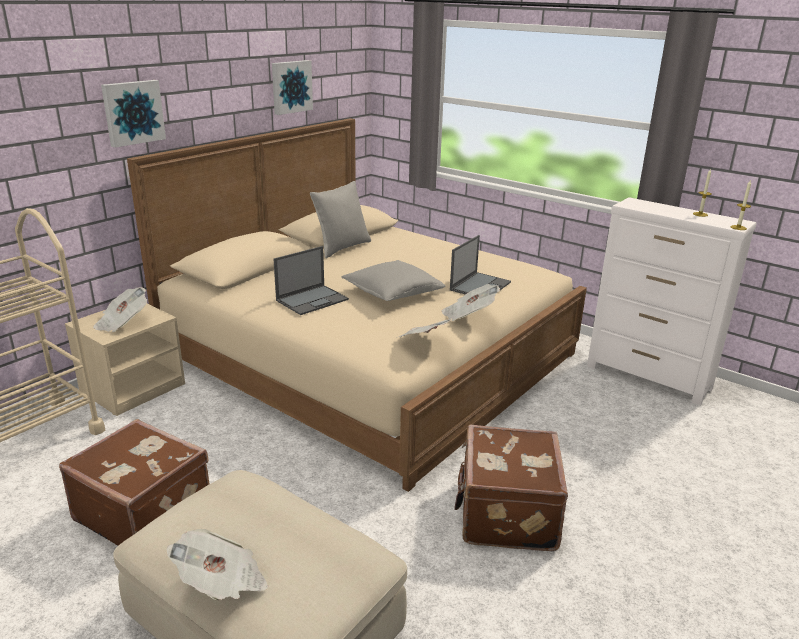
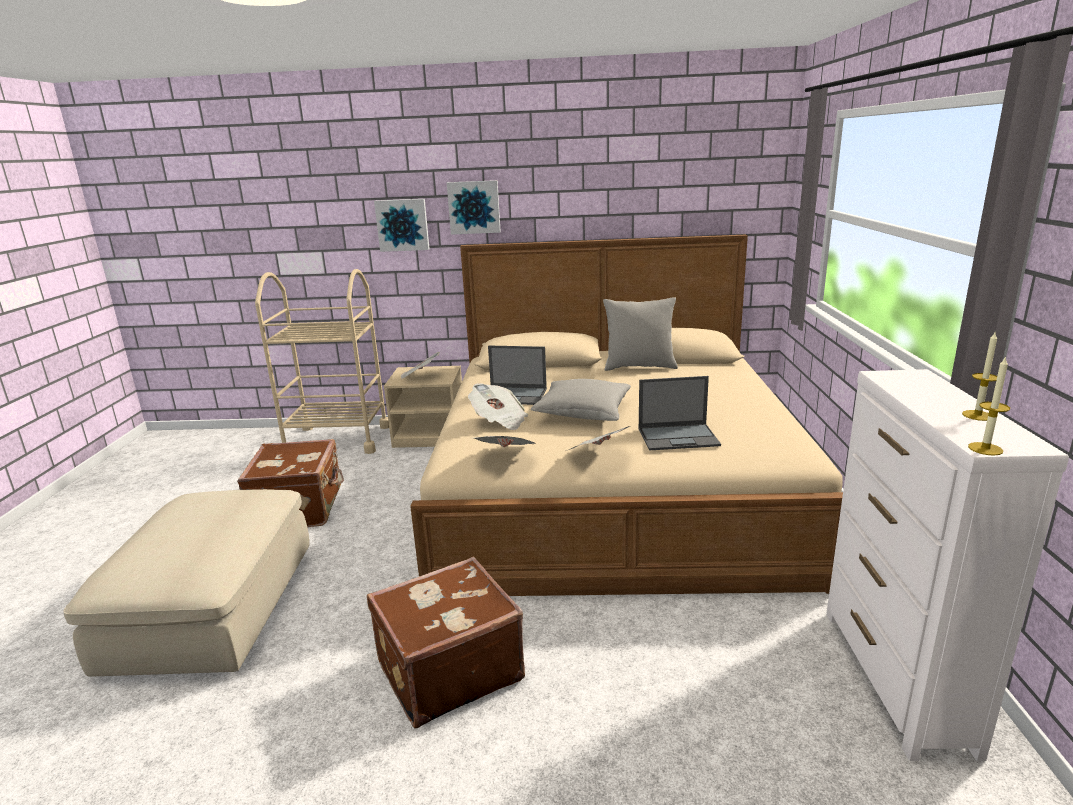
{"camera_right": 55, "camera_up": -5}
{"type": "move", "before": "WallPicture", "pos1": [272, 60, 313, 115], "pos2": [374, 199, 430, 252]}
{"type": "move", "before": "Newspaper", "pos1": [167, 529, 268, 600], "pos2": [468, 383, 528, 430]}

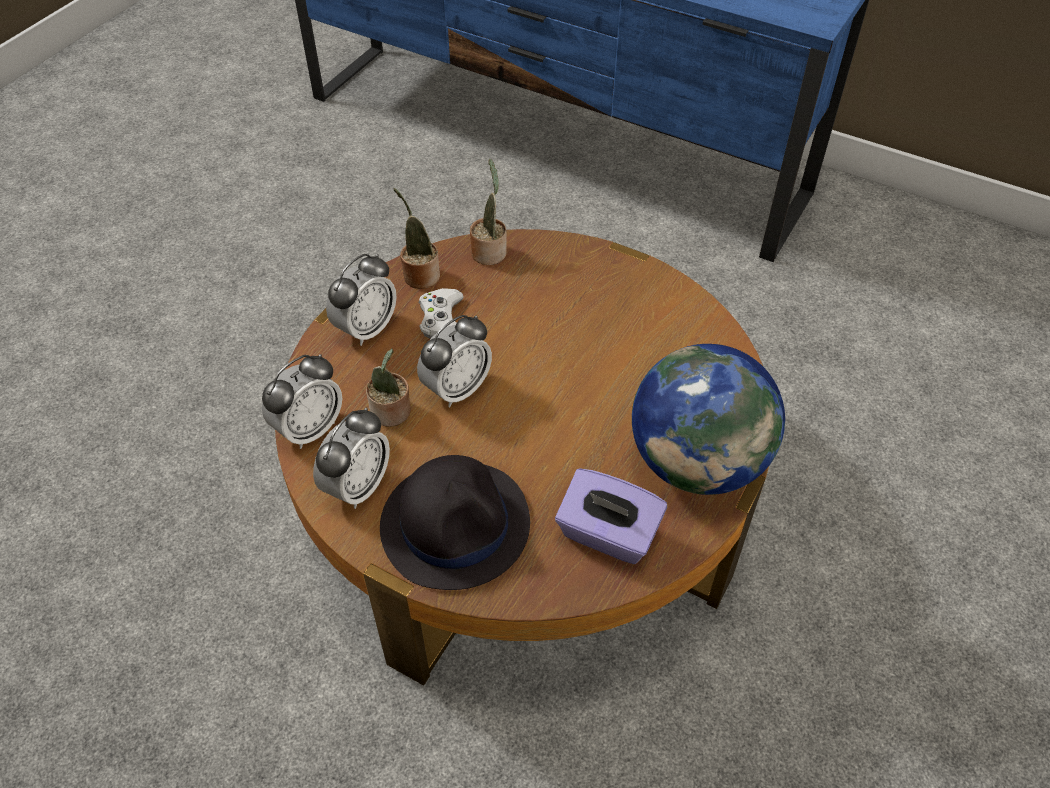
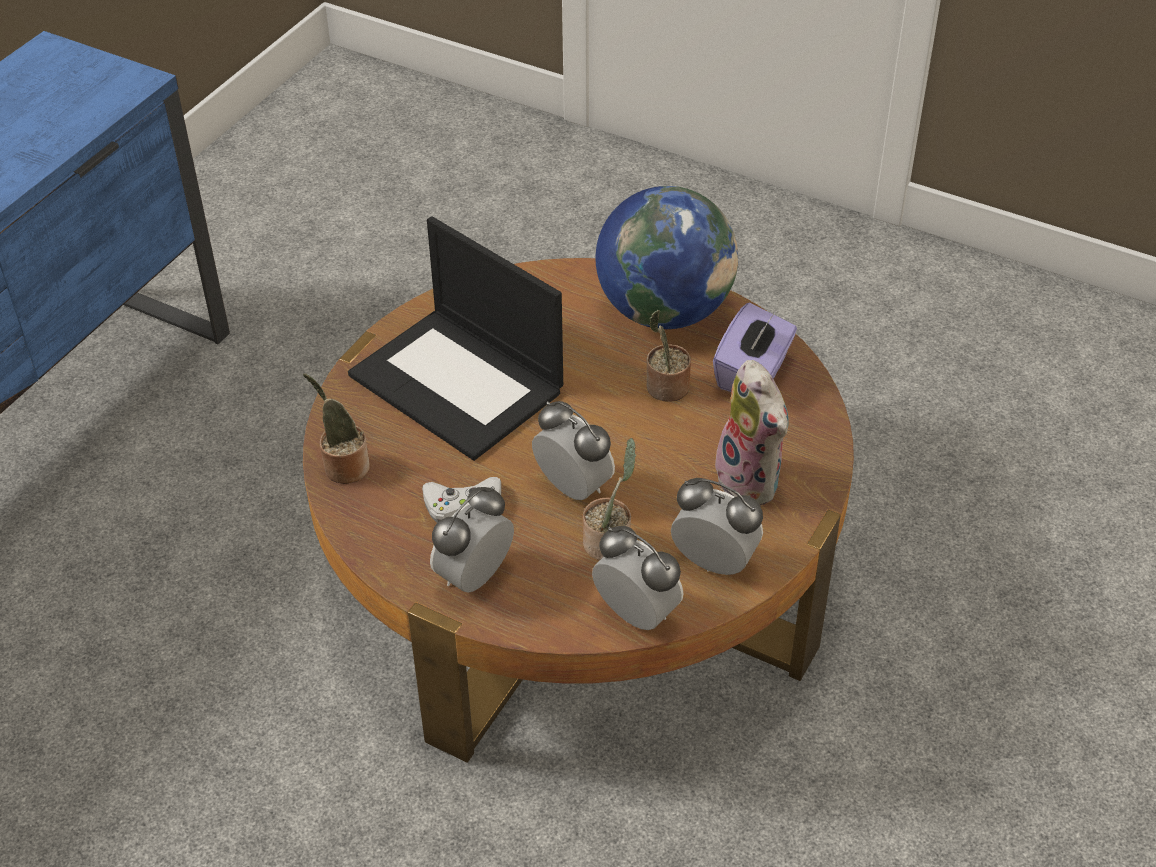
{"camera_right": -90, "camera_up": -5}
{"type": "move", "before": "Houseplant", "pos1": [394, 188, 440, 289], "pos2": [646, 310, 691, 402]}
{"type": "rotate", "before": "BedsideClock", "pos1": [326, 254, 397, 346], "pos2": [430, 486, 514, 593], "turn": -90}
{"type": "replace", "before": "BlackColouredHat", "after": "CuddlyToy", "pos1": [380, 455, 530, 590], "pos2": [709, 360, 789, 505]}
{"type": "insert", "after": "Laptop", "pos2": [348, 216, 563, 461]}

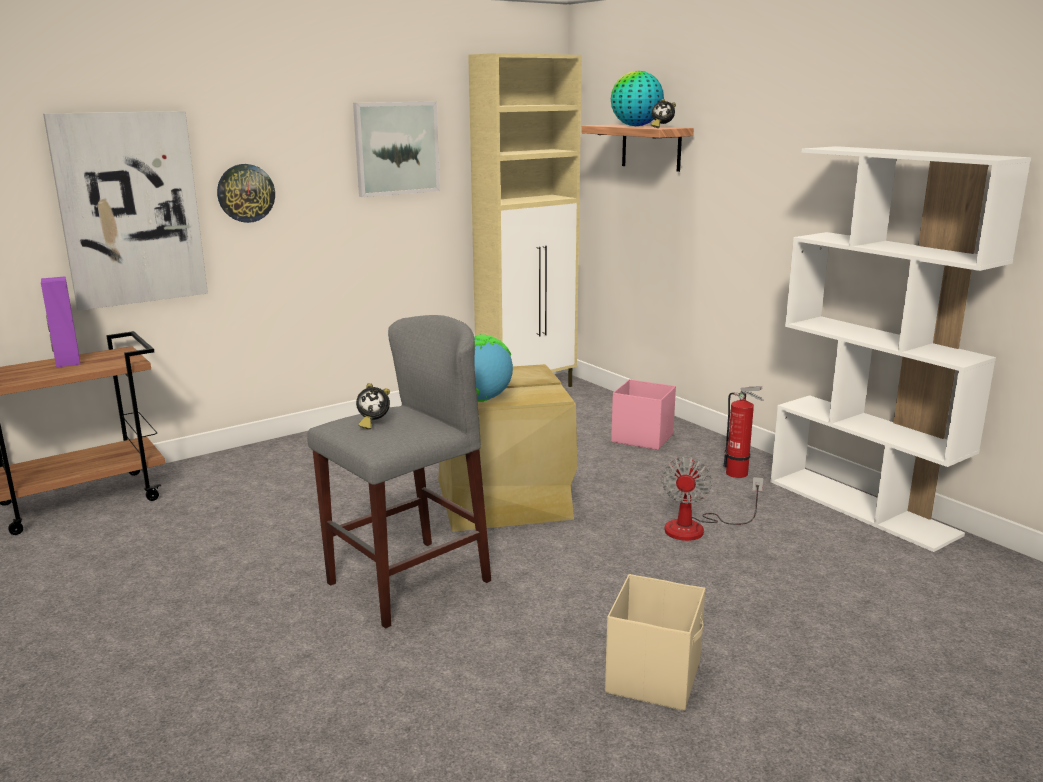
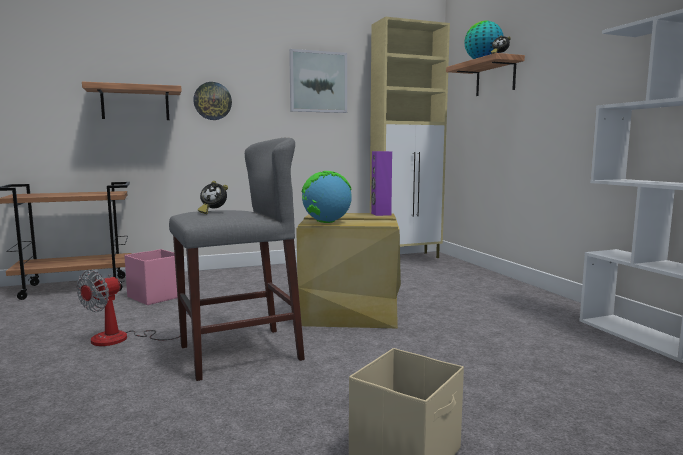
{"camera_right": 15, "camera_up": -10}
{"type": "replace", "before": "WallPicture", "after": "WallShelf", "pos1": [43, 111, 208, 310], "pos2": [82, 82, 182, 120]}
{"type": "move", "before": "PurpleSpeaker", "pos1": [41, 276, 80, 367], "pos2": [371, 151, 392, 216]}
{"type": "move", "before": "PinkishStorageBox", "pos1": [611, 379, 676, 450], "pos2": [124, 249, 178, 305]}
{"type": "delete", "before": "FireFightingCylinder", "pos1": [724, 386, 763, 478]}
{"type": "move", "before": "CoolingFan", "pos1": [661, 456, 763, 541], "pos2": [77, 270, 189, 346]}

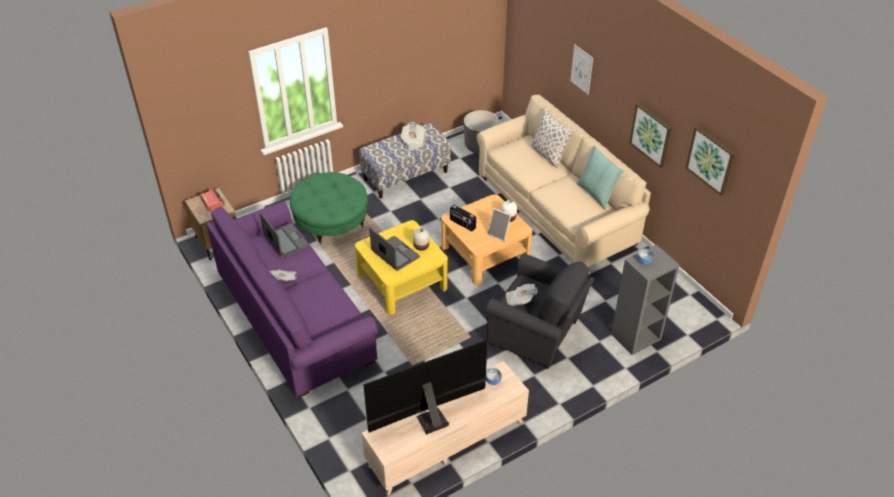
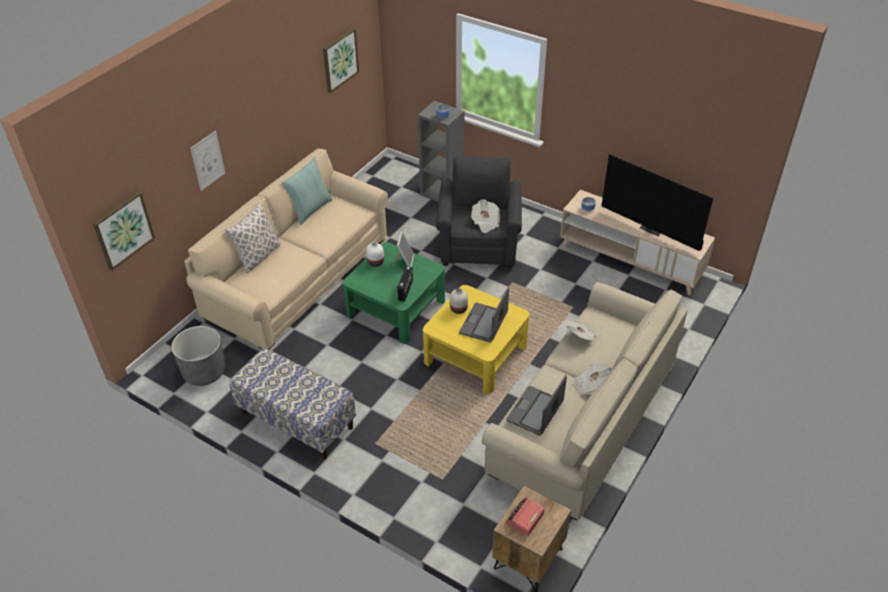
{"camera_right": -115, "camera_up": 0}
{"type": "move", "before": "WallPicture", "pos1": [629, 103, 671, 168], "pos2": [93, 192, 155, 270]}
{"type": "move", "before": "Newspaper", "pos1": [401, 122, 426, 151], "pos2": [563, 319, 598, 341]}
{"type": "delete", "before": "GreenishFootrest", "pos1": [290, 172, 368, 244]}
{"type": "recolor", "before": "BeigeColouredLoungeTable", "after": "GreenishLoungeTable", "pos1": [441, 194, 532, 285], "pos2": [343, 242, 445, 343]}
{"type": "recolor", "before": "PurpleSettee", "after": "BeigeColouredSettee", "pos1": [206, 202, 378, 397], "pos2": [482, 282, 688, 520]}

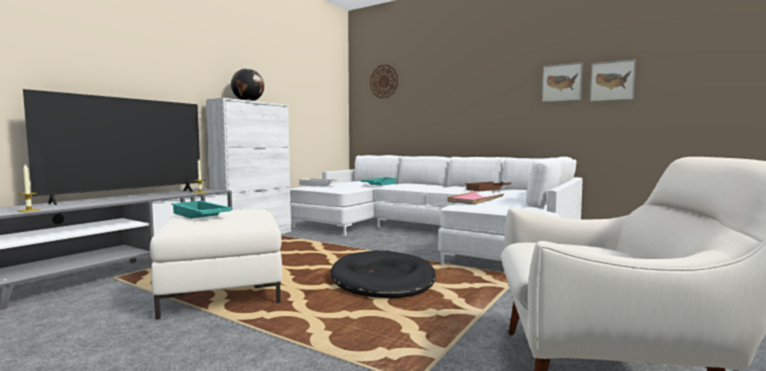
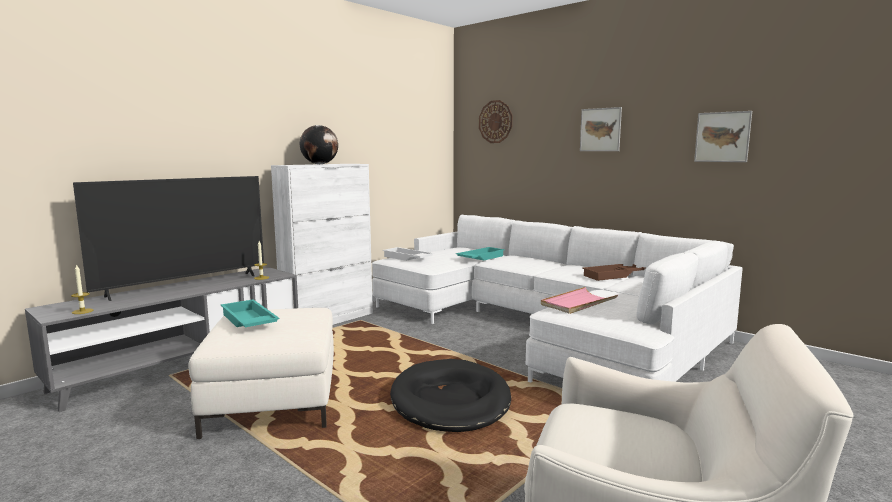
{"camera_right": 10, "camera_up": 5}
{"type": "move", "before": "WallPicture", "pos1": [590, 59, 636, 102], "pos2": [580, 107, 622, 151]}

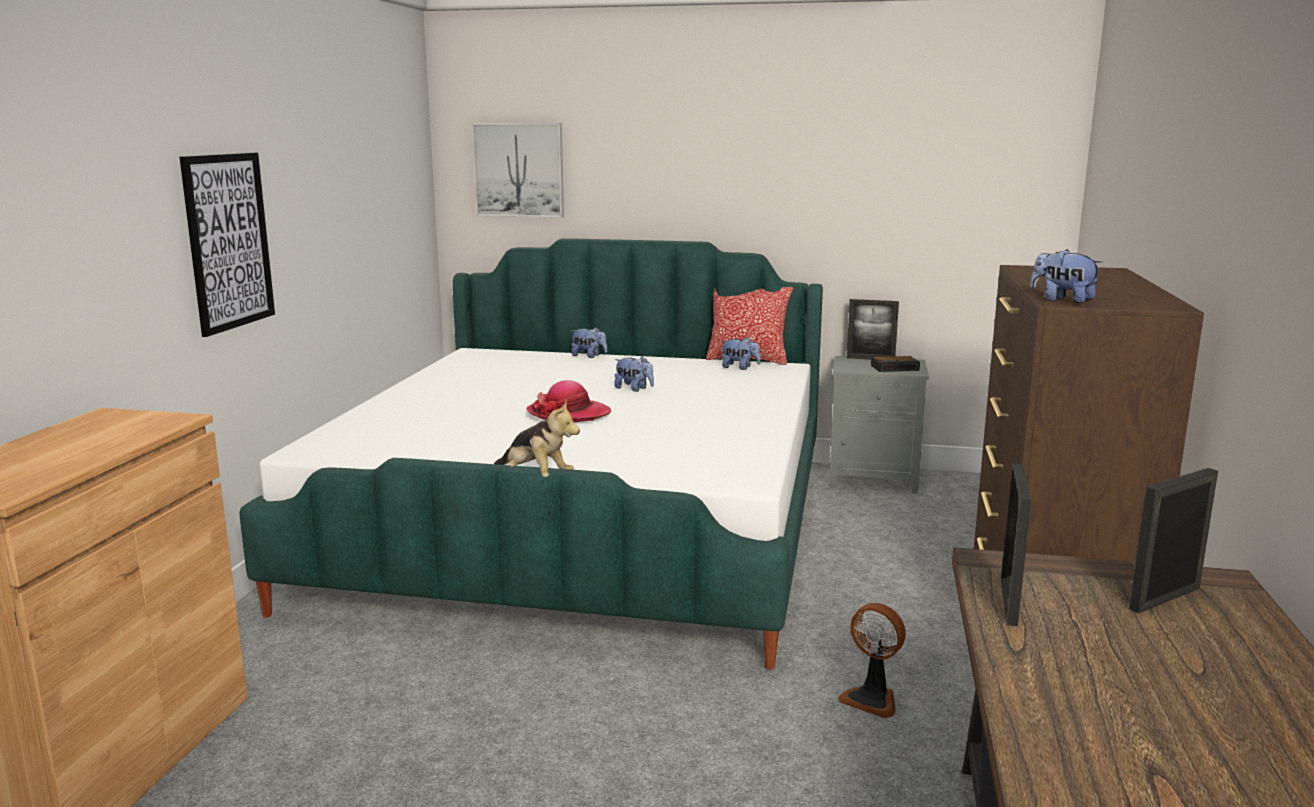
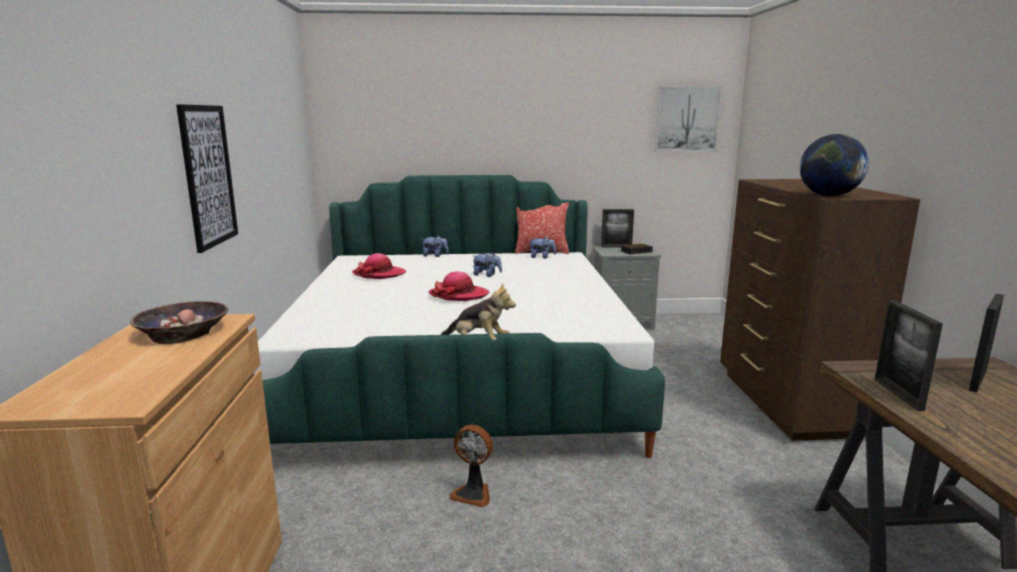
{"camera_right": -15, "camera_up": 0}
{"type": "move", "before": "WallPicture", "pos1": [471, 123, 564, 218], "pos2": [655, 86, 722, 151]}
{"type": "replace", "before": "CuddlyToy", "after": "DeskGlobe", "pos1": [1030, 249, 1102, 303], "pos2": [800, 134, 869, 196]}
{"type": "move", "before": "CoolingFan", "pos1": [838, 603, 906, 718], "pos2": [449, 425, 493, 507]}
{"type": "insert", "after": "Hat", "pos2": [352, 253, 406, 279]}
{"type": "insert", "after": "ServingBowl", "pos2": [130, 301, 228, 344]}

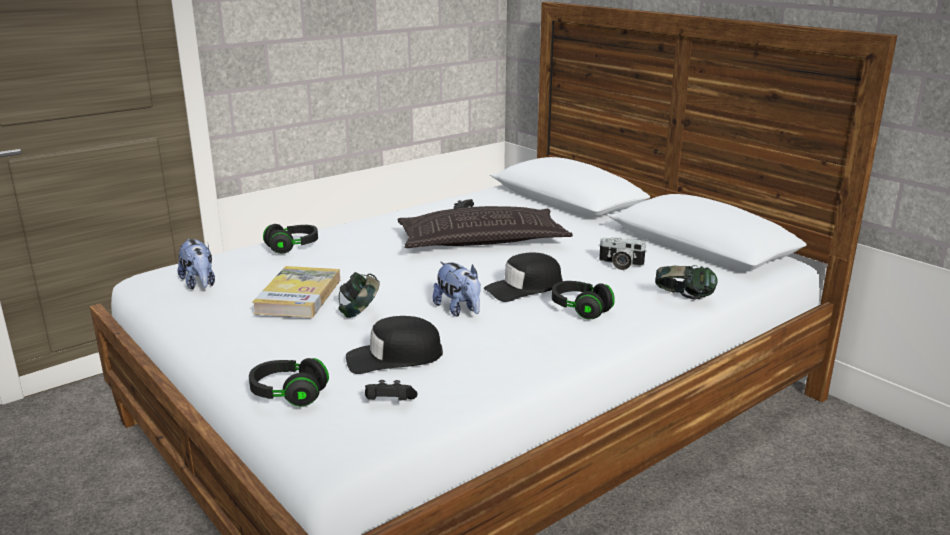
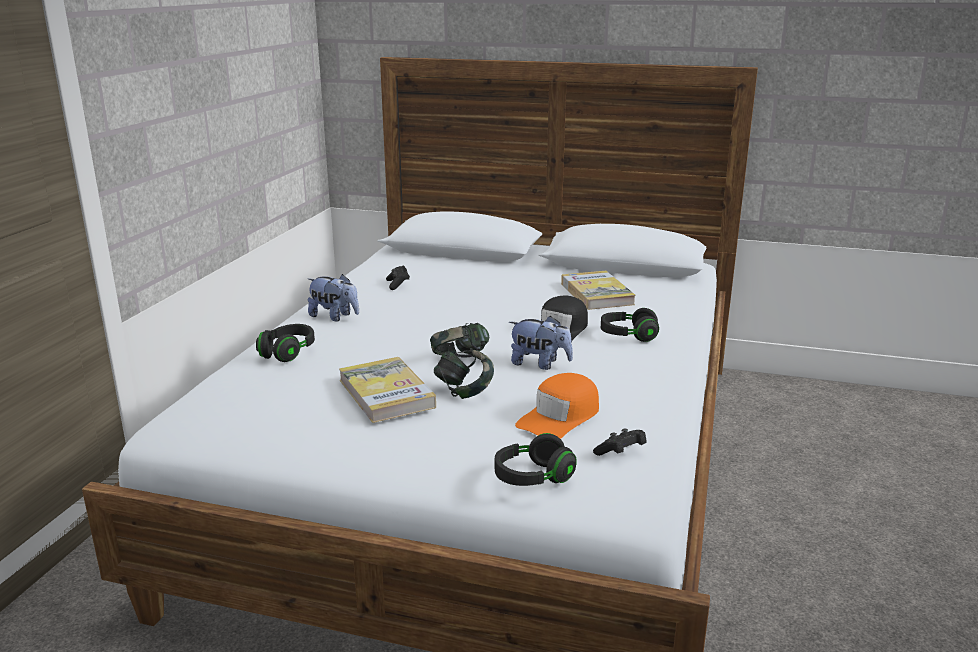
{"camera_right": -35, "camera_up": 0}
{"type": "delete", "before": "Pillow", "pos1": [397, 206, 573, 248]}
{"type": "move", "before": "CuddlyToy", "pos1": [178, 238, 215, 290], "pos2": [308, 274, 359, 322]}
{"type": "replace", "before": "PhotoCamera", "after": "Volume", "pos1": [598, 238, 647, 270], "pos2": [561, 271, 636, 310]}
{"type": "move", "before": "Headphones", "pos1": [655, 265, 718, 299], "pos2": [430, 323, 489, 357]}
{"type": "recolor", "before": "BlackColouredPeakedCap", "after": "OrangePeakedCap", "pos1": [346, 316, 443, 374], "pos2": [515, 373, 599, 439]}

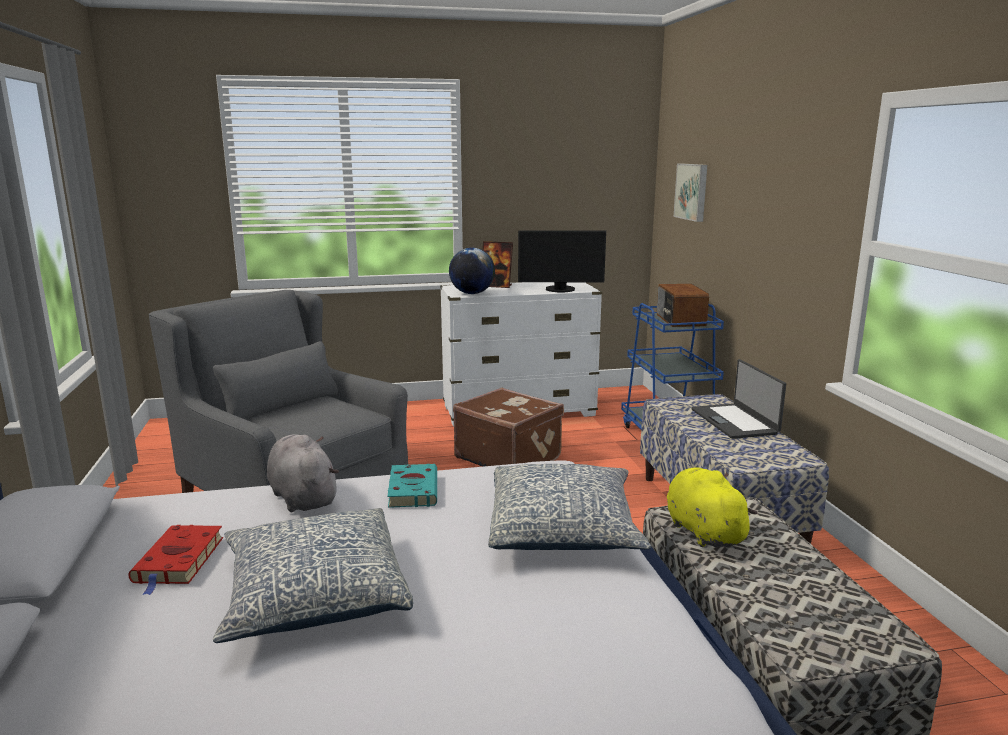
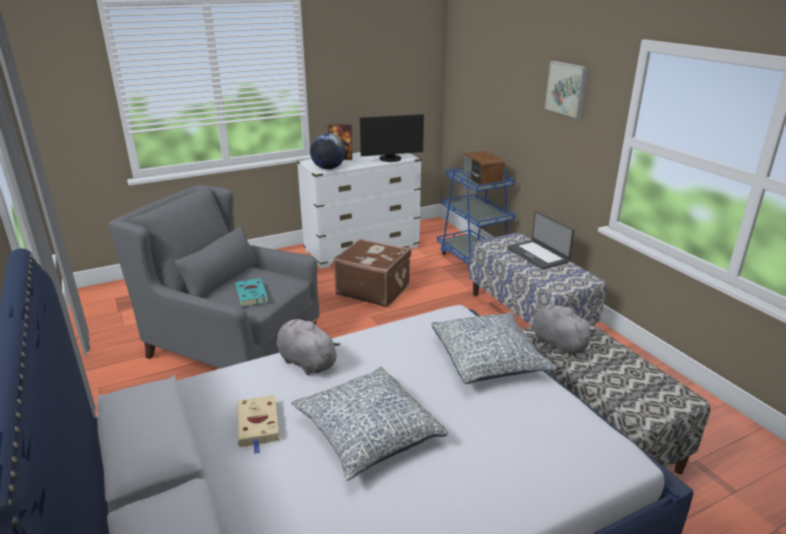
{"camera_right": -15, "camera_up": 10}
{"type": "move", "before": "WallPicture", "pos1": [674, 164, 707, 222], "pos2": [545, 61, 588, 118]}
{"type": "move", "before": "BlueGreenVolume", "pos1": [387, 464, 437, 508], "pos2": [236, 278, 269, 307]}
{"type": "recolor", "before": "YellowColouredCuddlyToy", "after": "GrayCuddlyToy", "pos1": [667, 467, 758, 547], "pos2": [532, 304, 596, 355]}
{"type": "recolor", "before": "ReddishVolume", "after": "BeigeColouredVolume", "pos1": [128, 525, 223, 595], "pos2": [237, 395, 280, 454]}

